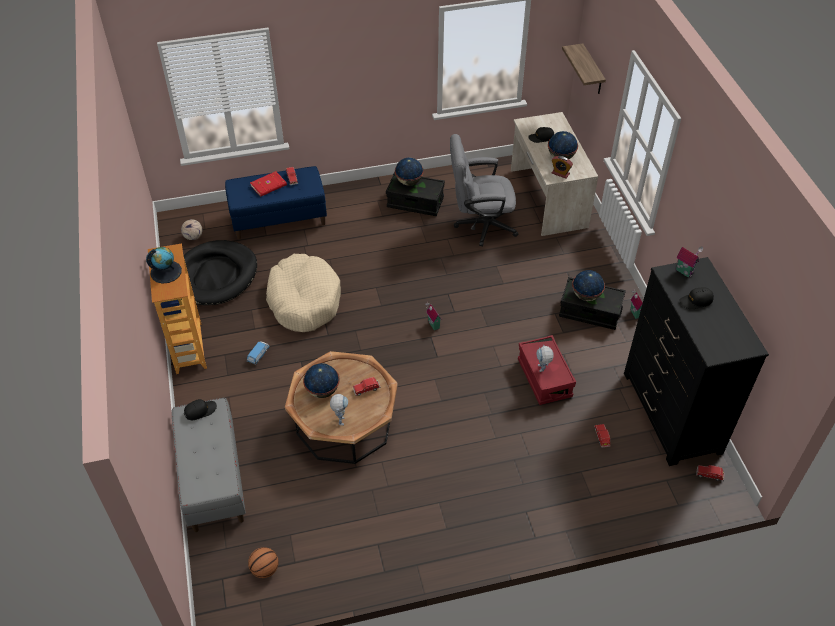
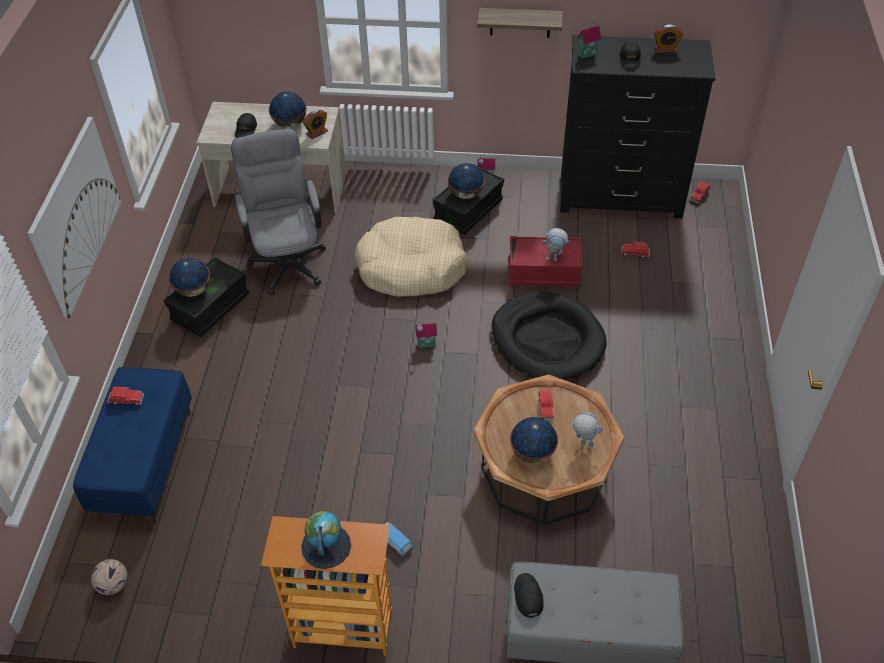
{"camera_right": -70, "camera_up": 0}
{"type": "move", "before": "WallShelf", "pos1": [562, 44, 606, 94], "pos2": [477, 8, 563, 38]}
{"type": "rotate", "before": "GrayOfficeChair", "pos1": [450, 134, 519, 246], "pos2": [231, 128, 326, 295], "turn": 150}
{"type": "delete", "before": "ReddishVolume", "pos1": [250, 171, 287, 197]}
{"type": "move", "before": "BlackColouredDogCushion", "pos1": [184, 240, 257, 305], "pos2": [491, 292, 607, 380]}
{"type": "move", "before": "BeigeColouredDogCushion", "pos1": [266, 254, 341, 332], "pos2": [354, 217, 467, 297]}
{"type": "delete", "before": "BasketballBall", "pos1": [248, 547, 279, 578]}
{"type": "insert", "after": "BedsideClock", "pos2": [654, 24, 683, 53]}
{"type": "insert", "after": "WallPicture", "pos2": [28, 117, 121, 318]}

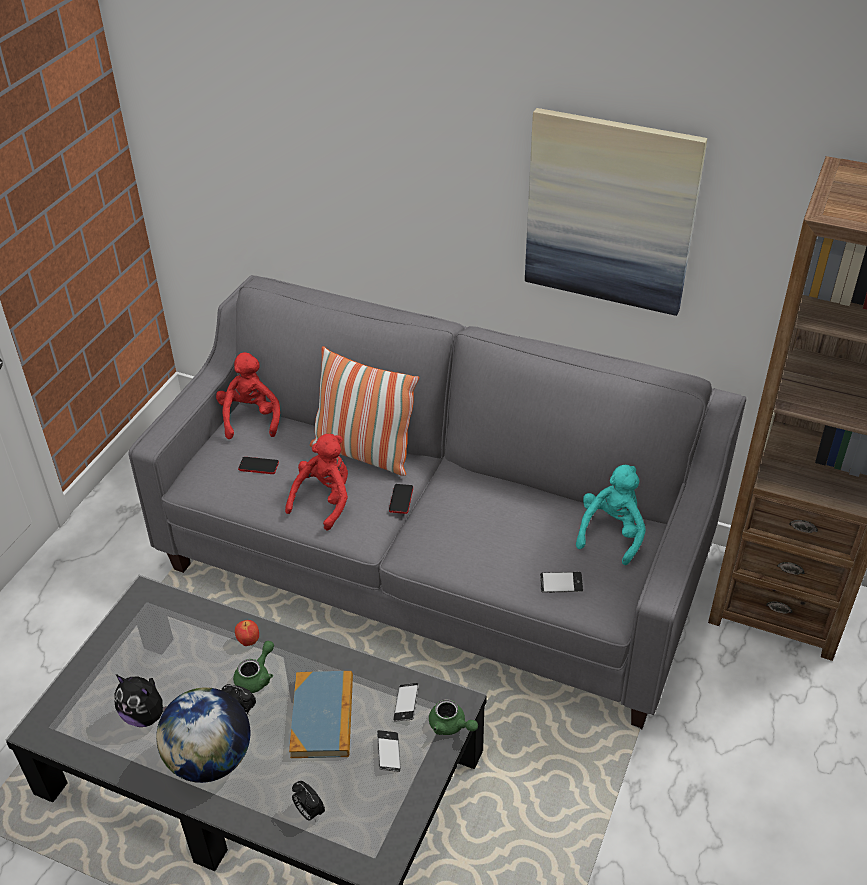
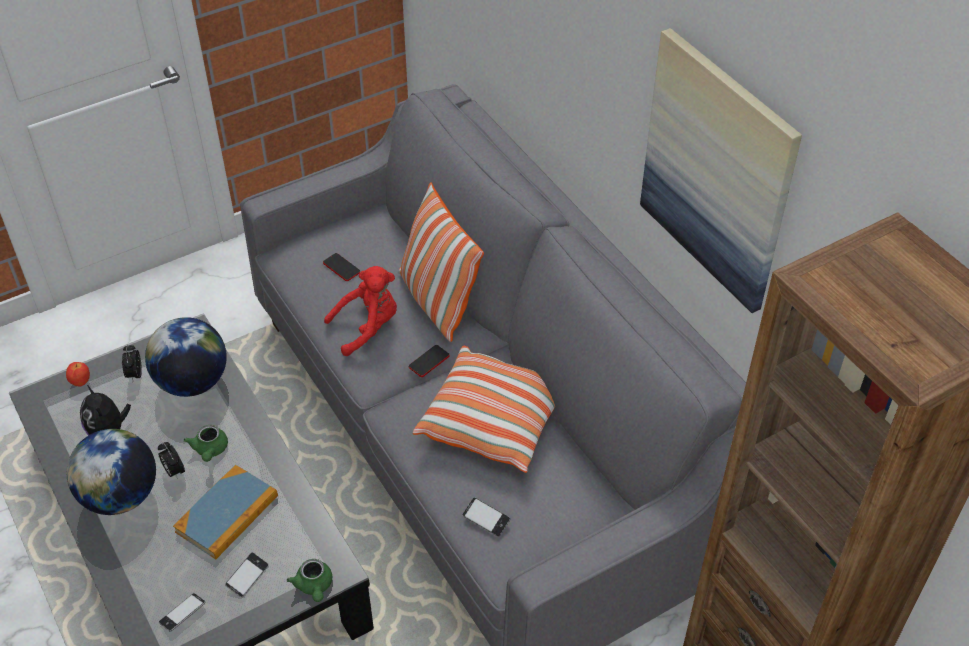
{"camera_right": 35, "camera_up": 5}
{"type": "delete", "before": "ReddishCuddlyToy", "pos1": [216, 352, 280, 439]}
{"type": "delete", "before": "BlueGreenCuddlyToy", "pos1": [576, 465, 646, 565]}
{"type": "move", "before": "AppleFruit", "pos1": [235, 620, 259, 646], "pos2": [66, 362, 90, 387]}
{"type": "rotate", "before": "GreenishPotForTea", "pos1": [233, 641, 274, 693], "pos2": [183, 425, 228, 462], "turn": 105}
{"type": "move", "before": "Handset", "pos1": [393, 683, 419, 722], "pos2": [159, 593, 206, 631]}
{"type": "move", "before": "BedsideClock", "pos1": [292, 781, 325, 822], "pos2": [122, 345, 142, 381]}
{"type": "insert", "after": "DeskGlobe", "pos2": [145, 317, 227, 397]}
{"type": "insert", "after": "Pillow", "pos2": [413, 346, 555, 473]}

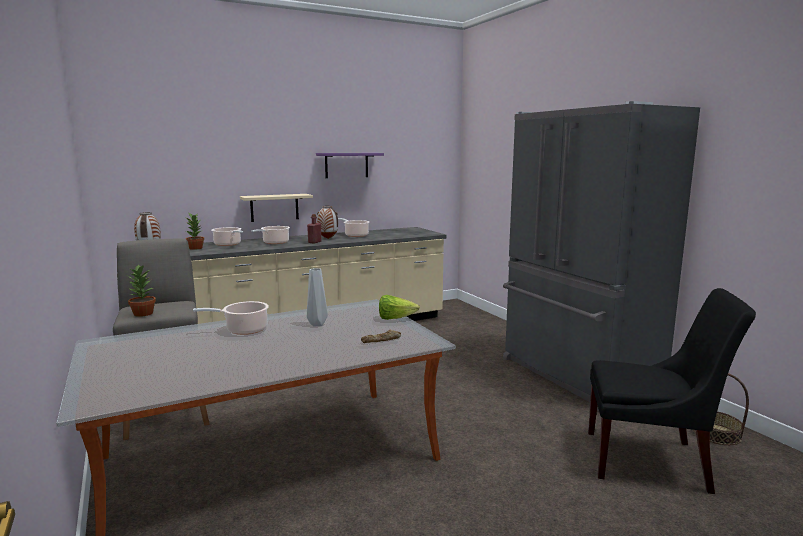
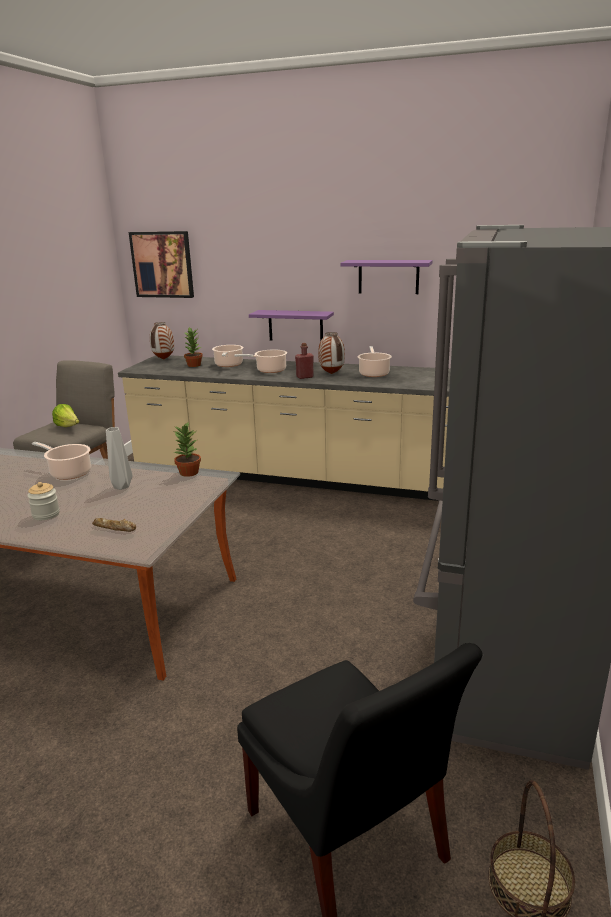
{"camera_right": 45, "camera_up": 10}
{"type": "recolor", "before": "BeigeColouredWallShelf", "after": "PurpleWallShelf", "pos1": [240, 194, 313, 222], "pos2": [249, 310, 334, 341]}
{"type": "move", "before": "Houseplant", "pos1": [128, 264, 156, 317], "pos2": [173, 421, 201, 477]}
{"type": "move", "before": "HeadOfLettuce", "pos1": [379, 295, 420, 320], "pos2": [52, 404, 79, 427]}
{"type": "insert", "after": "WallPicture", "pos2": [129, 231, 194, 298]}
{"type": "insert", "after": "StorageJar", "pos2": [27, 482, 60, 520]}

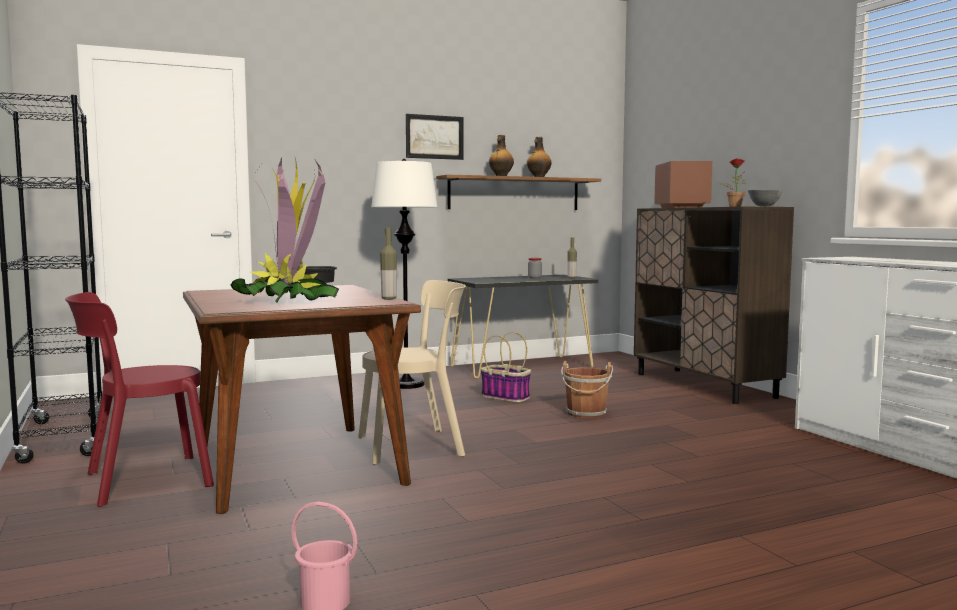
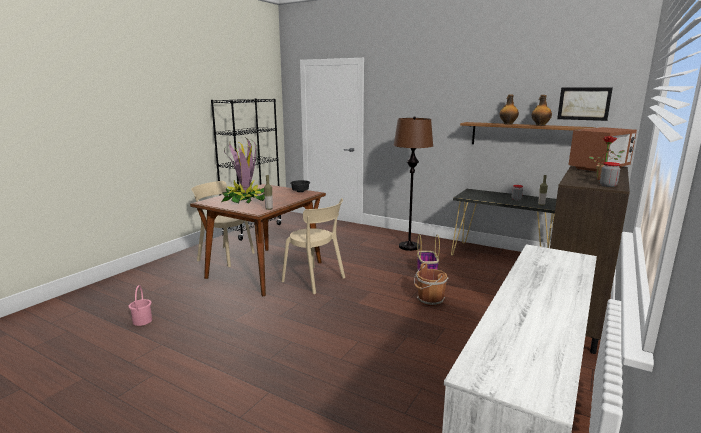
{"camera_right": 55, "camera_up": 10}
{"type": "move", "before": "WallPicture", "pos1": [406, 114, 464, 160], "pos2": [557, 87, 613, 121]}
{"type": "recolor", "before": "WhiteStandingLamp", "after": "BrownishStandingLamp", "pos1": [371, 159, 438, 389], "pos2": [394, 116, 433, 251]}
{"type": "replace", "before": "GrayServingBowl", "after": "StorageJar", "pos1": [748, 190, 783, 207], "pos2": [600, 162, 621, 187]}
{"type": "recolor", "before": "ReddishChair", "after": "BeigeColouredChair", "pos1": [65, 292, 214, 507], "pos2": [191, 181, 255, 267]}

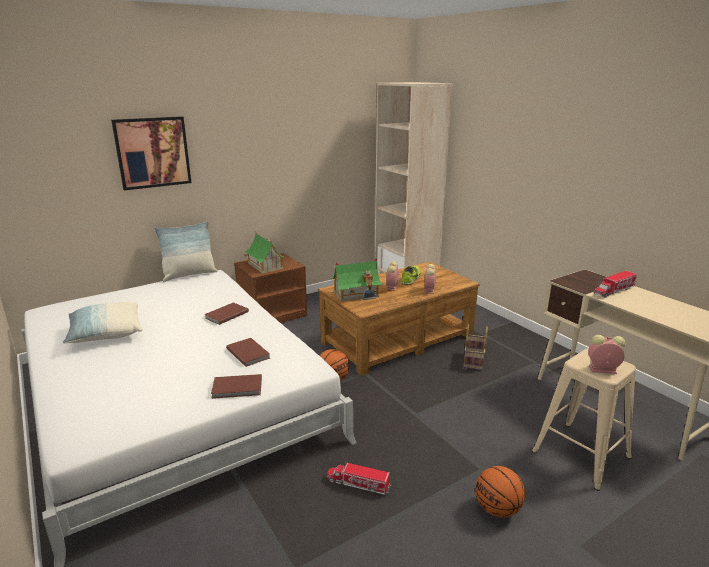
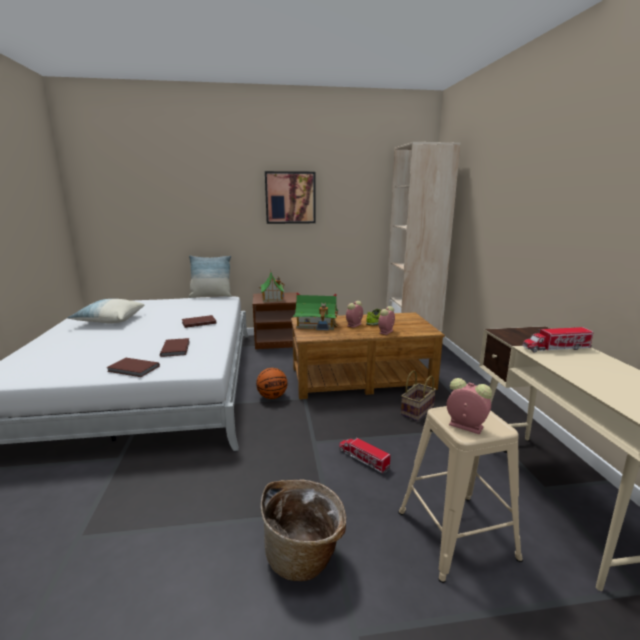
{"camera_right": 25, "camera_up": -5}
{"type": "move", "before": "WallPicture", "pos1": [111, 116, 191, 190], "pos2": [265, 171, 316, 224]}
{"type": "move", "before": "ModelTruck", "pos1": [327, 462, 391, 495], "pos2": [339, 437, 391, 473]}
{"type": "replace", "before": "BasketballBall", "after": "HouseholdBasket", "pos1": [476, 466, 525, 518], "pos2": [261, 479, 347, 581]}

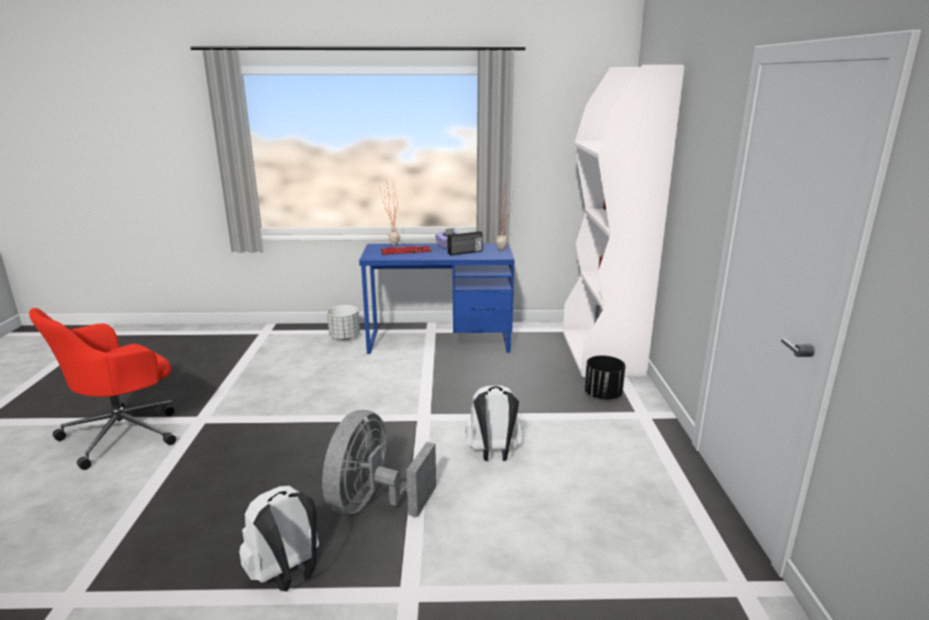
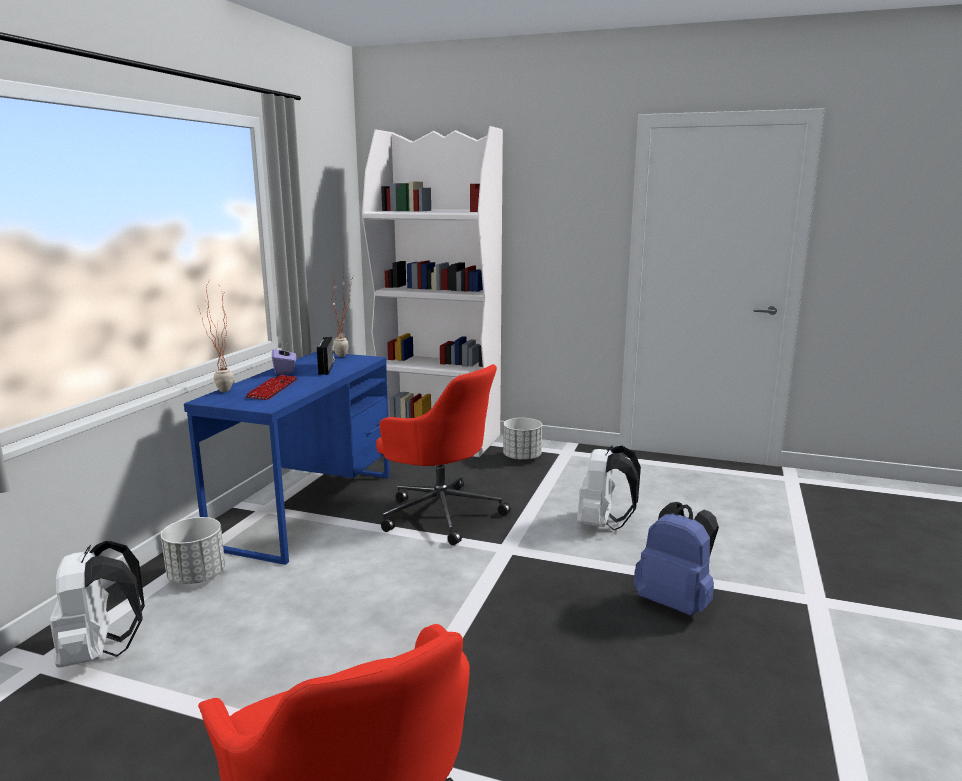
{"camera_right": -70, "camera_up": -5}
{"type": "recolor", "before": "BlackColouredPlanter", "after": "WhitePlanter", "pos1": [585, 355, 625, 400], "pos2": [503, 418, 542, 461]}
{"type": "replace", "before": "GrayCoolingFan", "after": "BluishKnapsack", "pos1": [322, 410, 436, 517], "pos2": [633, 502, 719, 616]}
{"type": "move", "before": "WhiteKnapsack", "pos1": [239, 486, 319, 591], "pos2": [50, 541, 145, 668]}
{"type": "insert", "after": "ReddishOfficeChair", "pos2": [376, 364, 511, 545]}

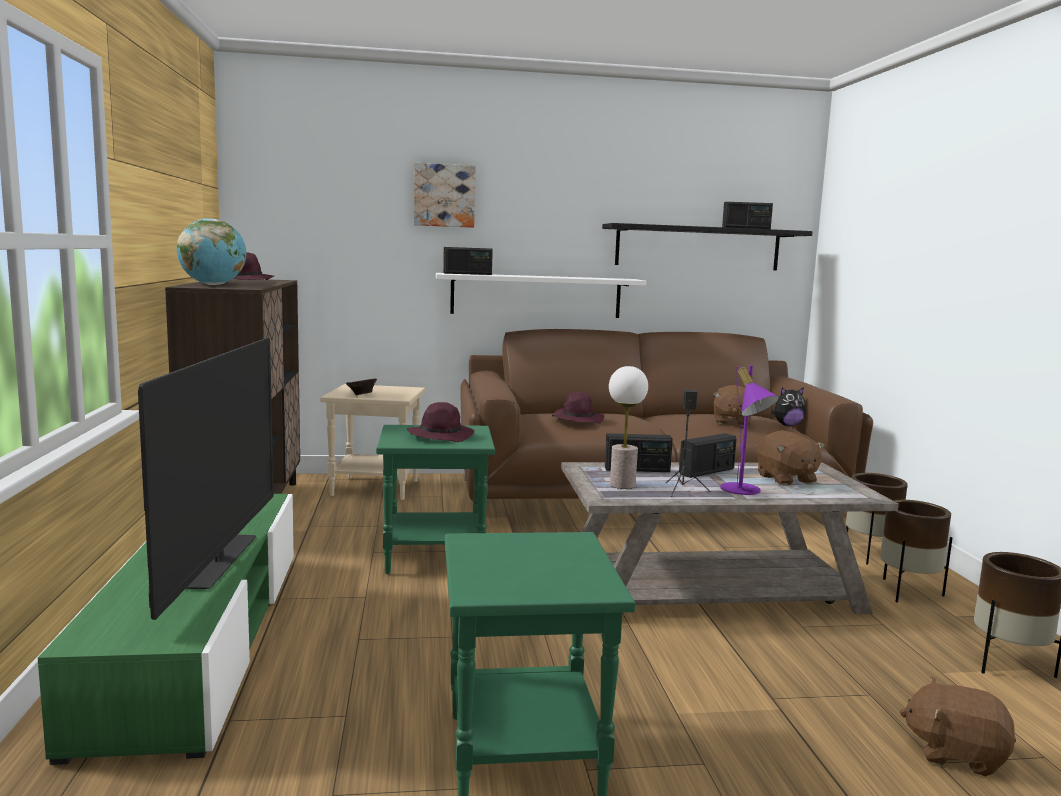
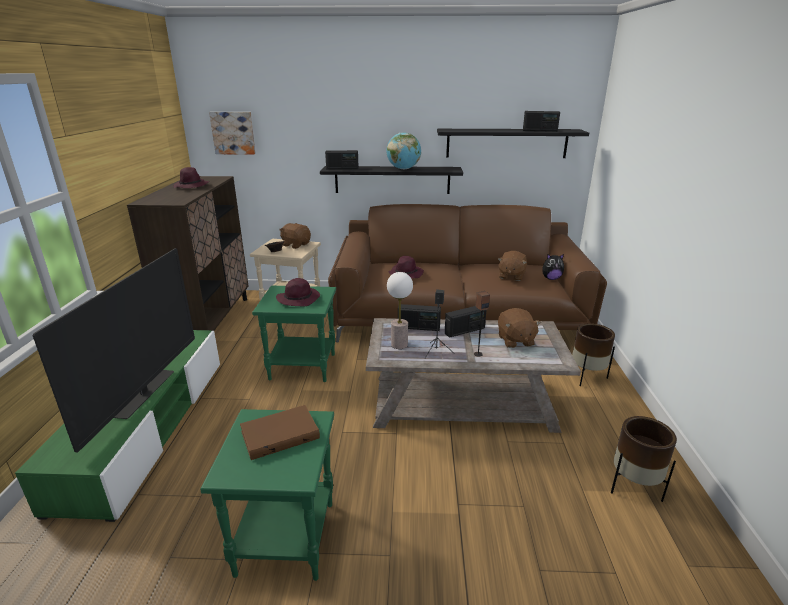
{"camera_right": 10, "camera_up": 15}
{"type": "move", "before": "WallPicture", "pos1": [414, 163, 476, 228], "pos2": [209, 112, 256, 155]}
{"type": "move", "before": "DeskGlobe", "pos1": [177, 218, 246, 285], "pos2": [386, 132, 421, 169]}
{"type": "recolor", "before": "WhiteWallShelf", "after": "BlackColouredWallShelf", "pos1": [436, 273, 646, 318], "pos2": [320, 166, 463, 194]}
{"type": "replace", "before": "PurpleLampForATable", "after": "Speaker", "pos1": [720, 365, 779, 495], "pos2": [474, 291, 490, 357]}
{"type": "delete", "before": "BrownishPlanter", "pos1": [880, 500, 952, 602]}
{"type": "move", "before": "BrownishCuddlyToy", "pos1": [900, 676, 1016, 776], "pos2": [279, 223, 311, 249]}
{"type": "insert", "after": "BrownishVolume", "pos2": [240, 405, 320, 460]}

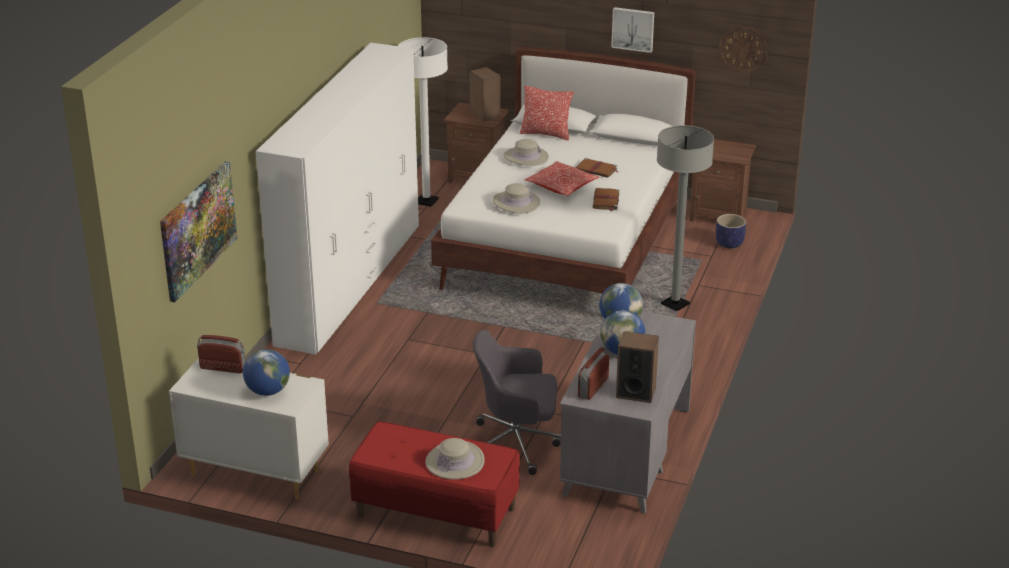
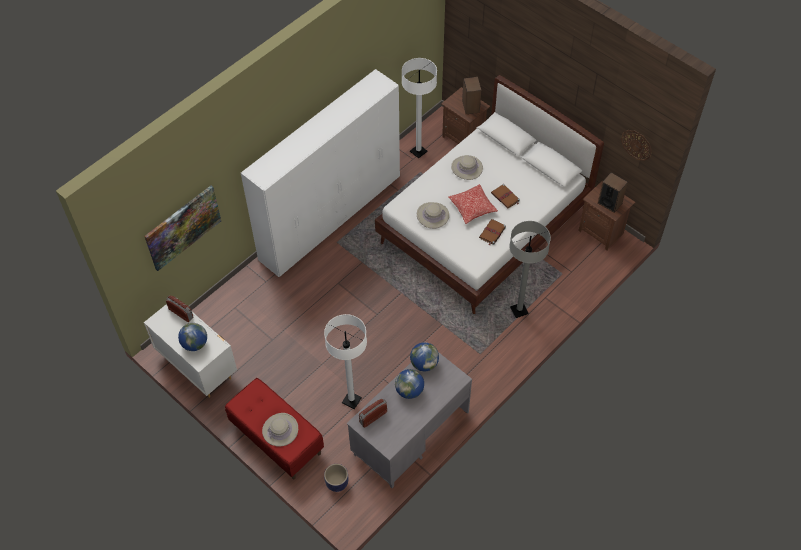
{"camera_right": 25, "camera_up": 25}
{"type": "delete", "before": "WallPicture", "pos1": [611, 7, 654, 53]}
{"type": "delete", "before": "Pillow", "pos1": [520, 86, 574, 141]}
{"type": "move", "before": "Planter", "pos1": [716, 214, 746, 248], "pos2": [324, 464, 348, 492]}
{"type": "replace", "before": "GrayOfficeChair", "after": "WhiteStandingLamp", "pos1": [473, 330, 561, 475], "pos2": [324, 314, 367, 409]}
{"type": "move", "before": "Speaker", "pos1": [616, 331, 659, 403], "pos2": [598, 173, 628, 213]}

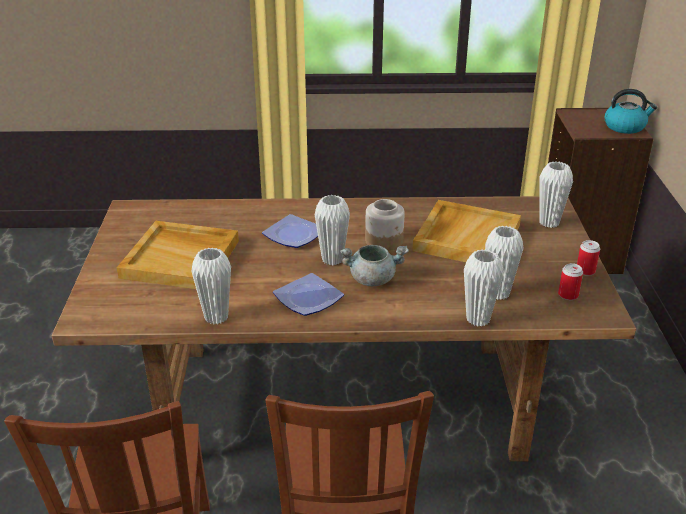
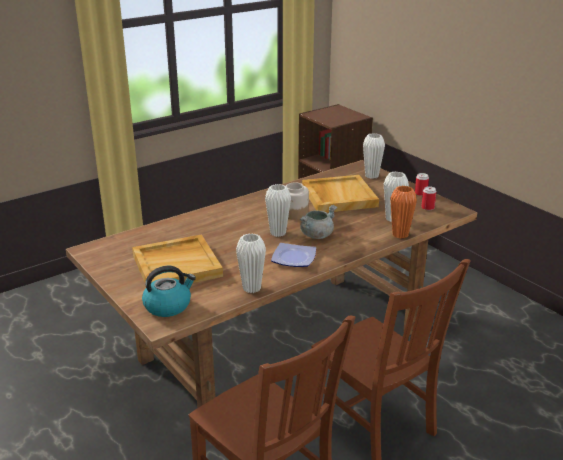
{"camera_right": -35, "camera_up": -5}
{"type": "move", "before": "Kettle", "pos1": [605, 89, 657, 134], "pos2": [142, 266, 196, 317]}
{"type": "delete", "before": "FlatDish", "pos1": [262, 214, 318, 248]}
{"type": "recolor", "before": "WhiteDecorativeVase", "after": "OrangeDecorativeVase", "pos1": [464, 249, 504, 327], "pos2": [390, 186, 417, 239]}

